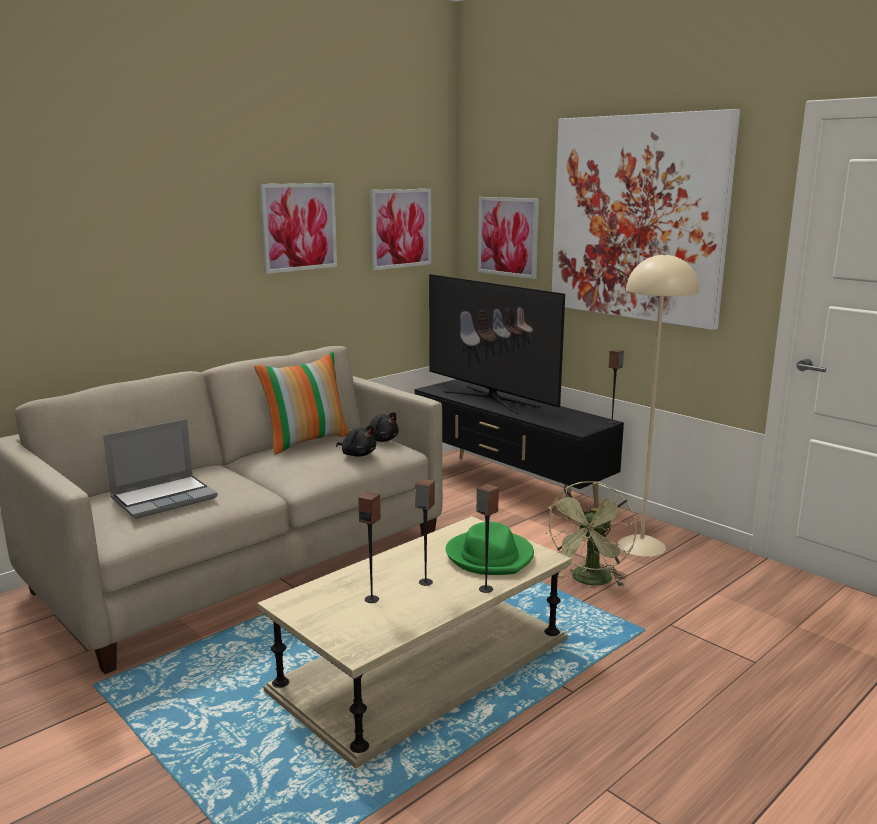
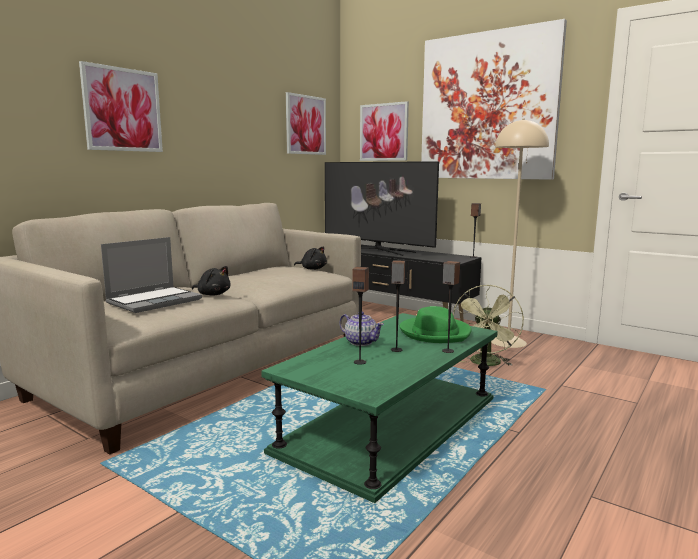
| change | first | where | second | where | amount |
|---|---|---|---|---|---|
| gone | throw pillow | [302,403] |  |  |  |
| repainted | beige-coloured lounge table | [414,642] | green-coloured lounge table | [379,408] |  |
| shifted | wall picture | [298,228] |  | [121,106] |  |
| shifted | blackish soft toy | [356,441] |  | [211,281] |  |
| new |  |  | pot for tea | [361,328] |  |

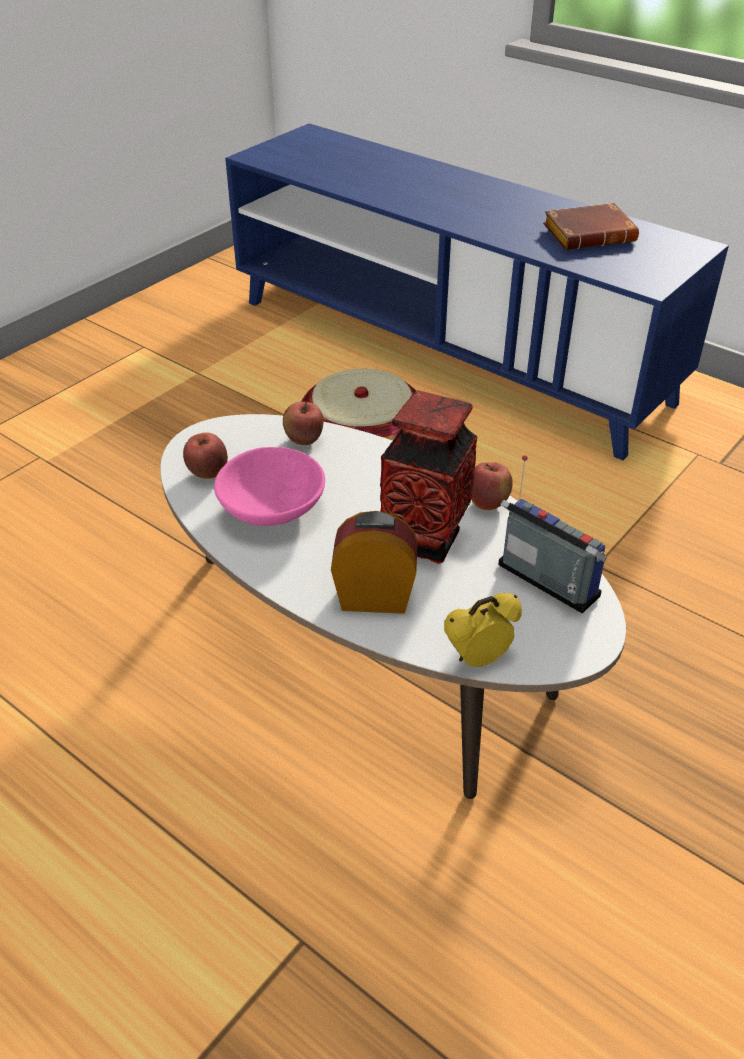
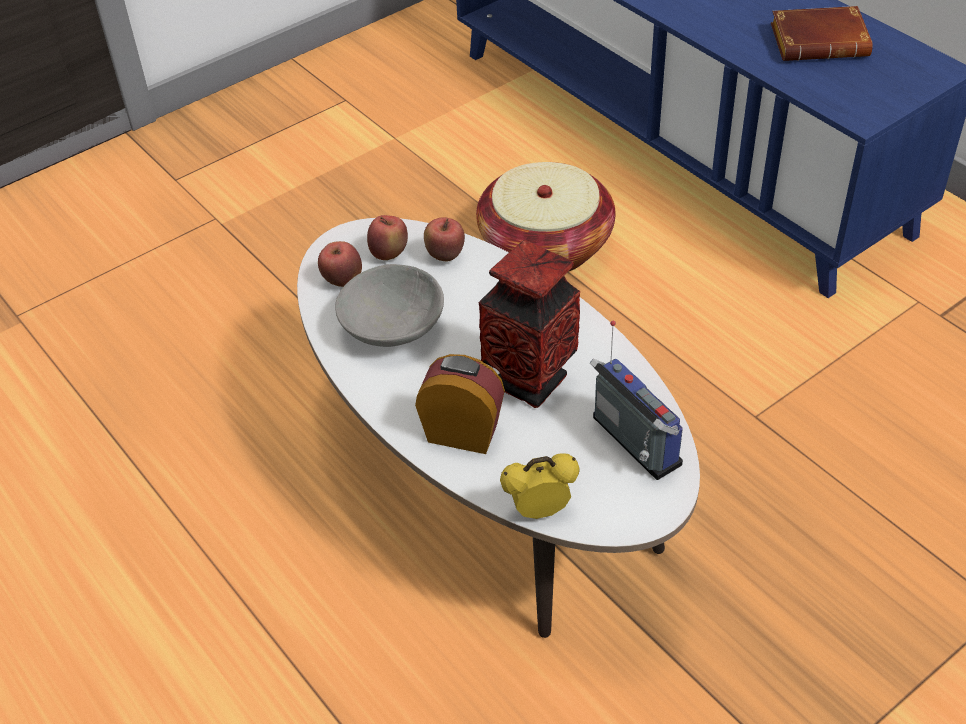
| change | first | where | second | where | amount |
|---|---|---|---|---|---|
| repainted | pink deep dish | [269,486] | greyish deep dish | [389,305] |  |
| shifted | whole apple | [492,486] |  | [387,237] |  |

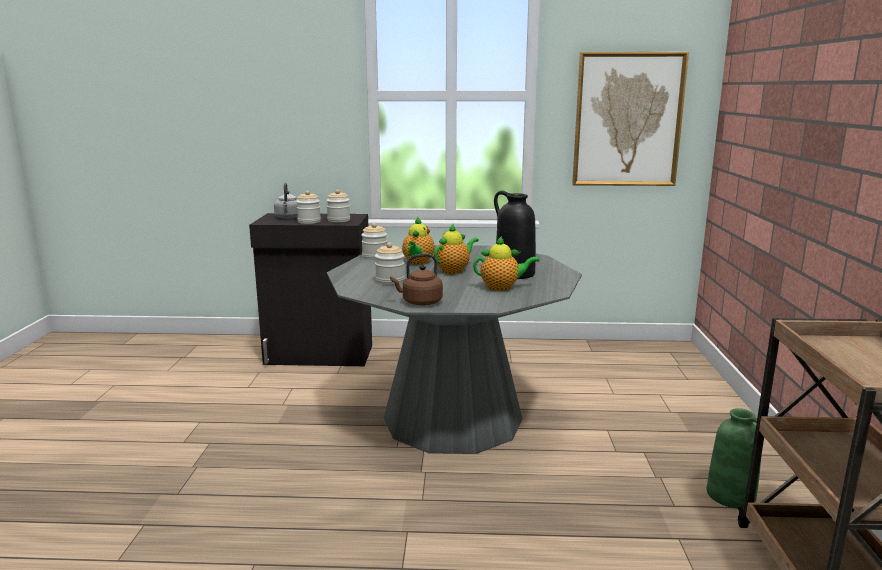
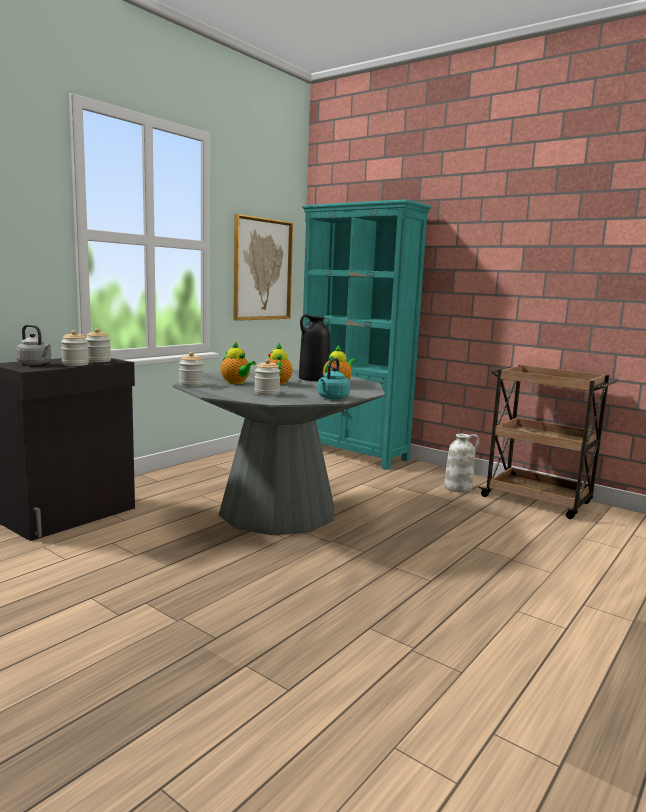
| change | first | where | second | where | amount |
|---|---|---|---|---|---|
| repainted | brownish kettle | [416,280] | turquoise-coloured kettle | [334,379] |  |
| repainted | green-coloured decorative vase | [734,458] | white decorative vase | [462,463] |  |
| new |  |  | turquoise-coloured shelving unit | [366,334] |  |

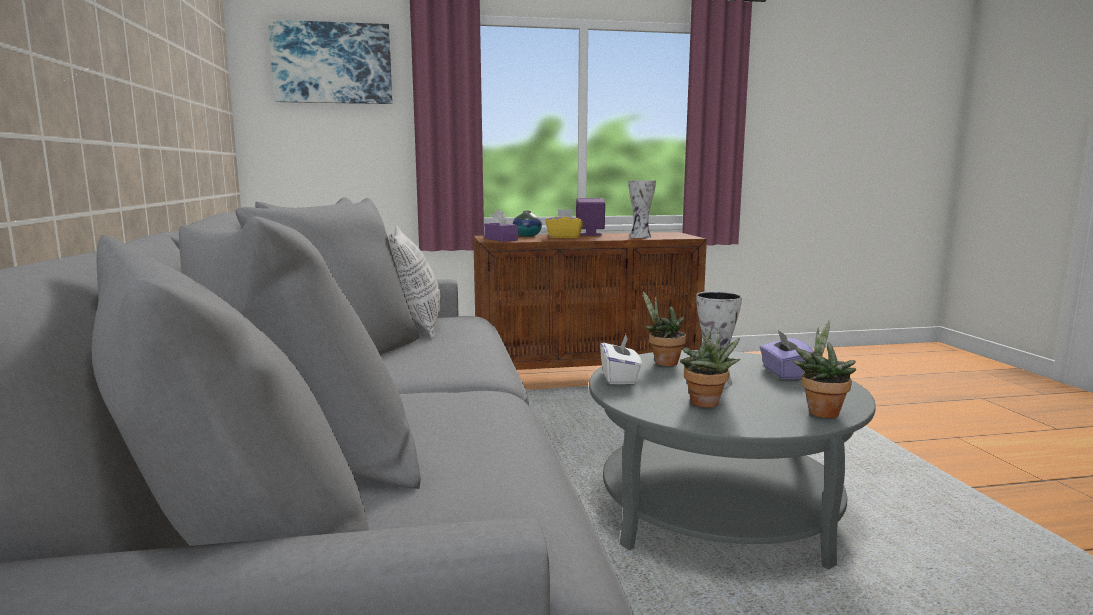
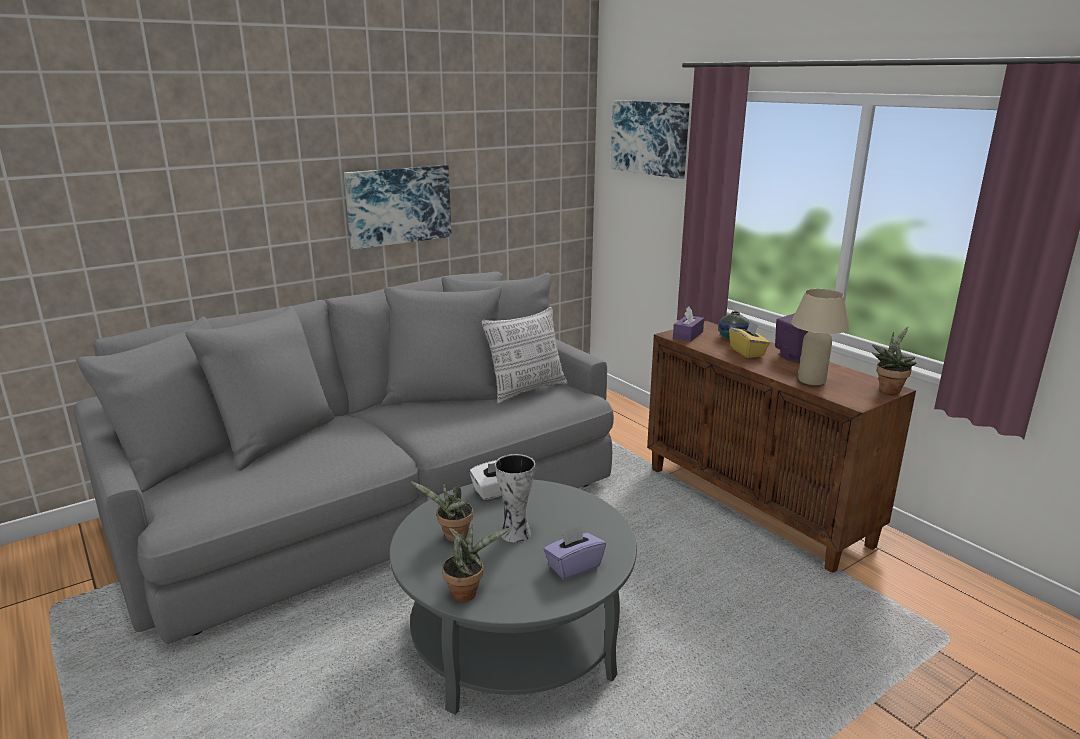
| change | first | where | second | where | amount |
|---|---|---|---|---|---|
| swapped | decorative vase | [642,209] | beige-coloured tabletop lamp | [820,337] |  |
| shifted | plant in a pot | [664,328] |  | [894,360] |  |
| new |  |  | wall picture | [398,207] |  |

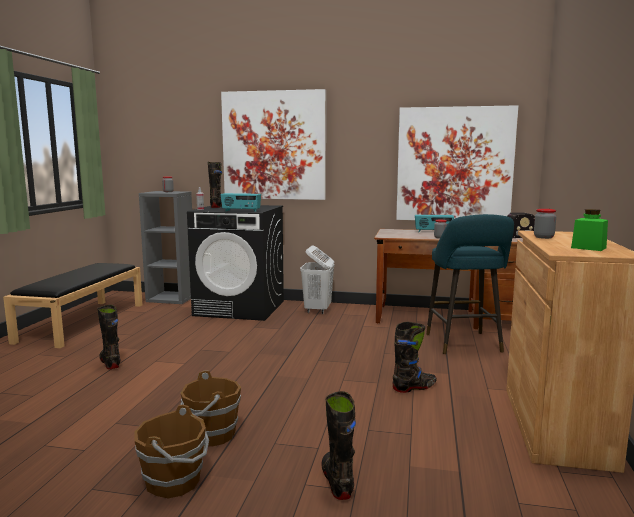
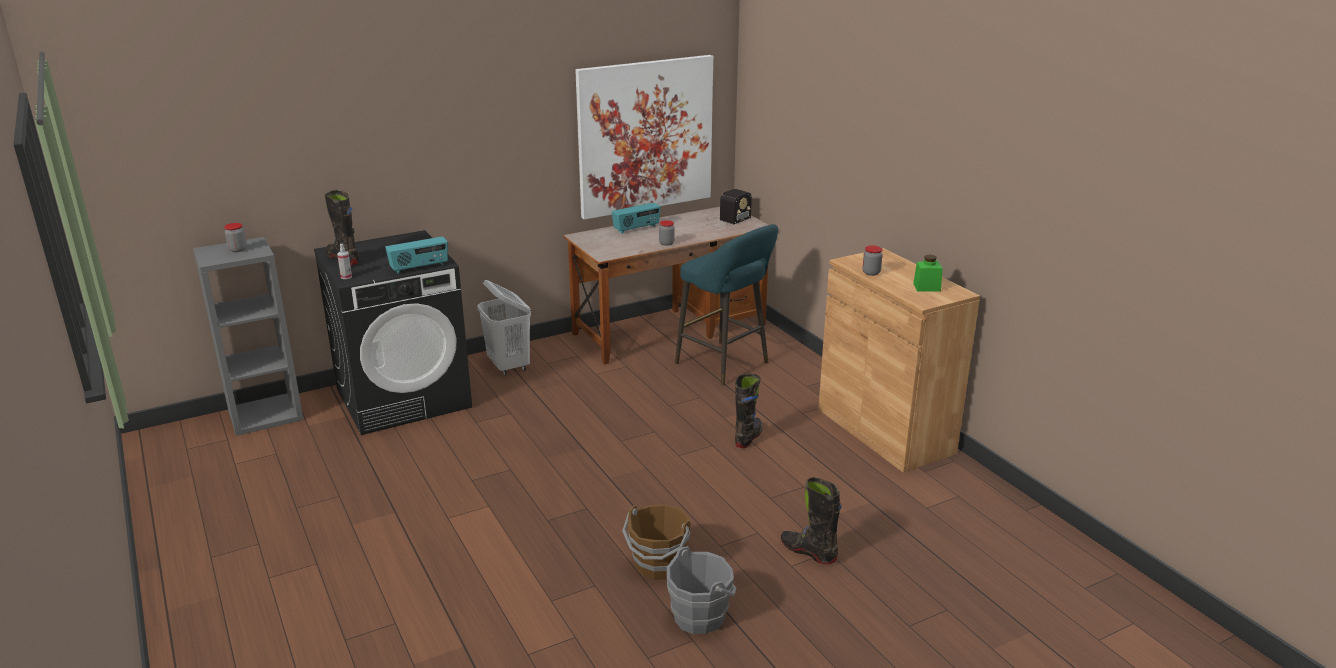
| change | first | where | second | where | amount |
|---|---|---|---|---|---|
| gone | blackish bench | [73,305] |  |  |  |
| gone | blackish boot | [108,337] |  |  |  |
| repainted | brownish water bucket | [171,452] | greyish water bucket | [701,590] |  |
| gone | wall picture | [273,144] |  |  |  |

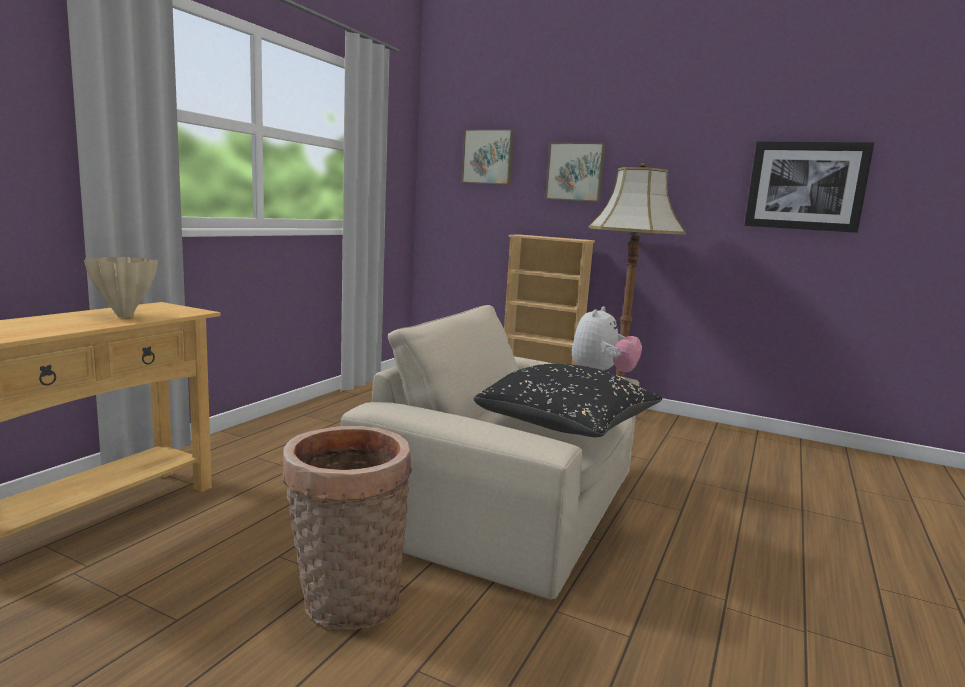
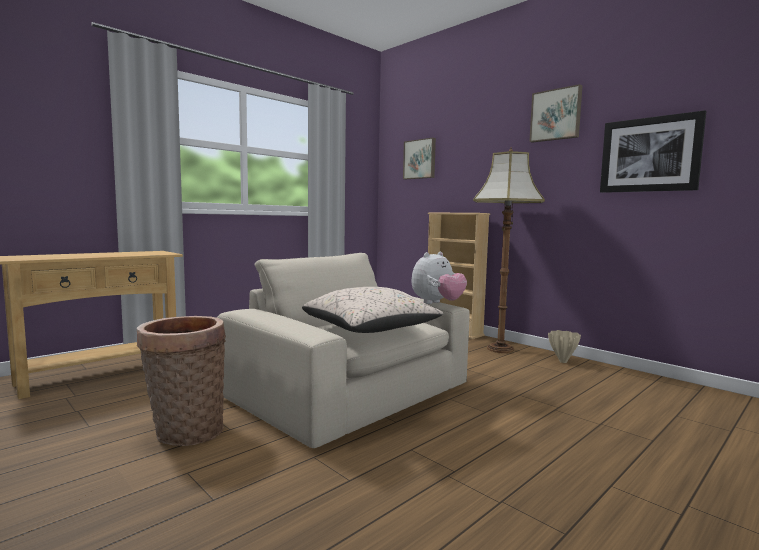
| change | first | where | second | where | amount |
|---|---|---|---|---|---|
| shifted | beige-coloured decorative vase | [121,287] |  | [564,346] |  |
| repainted | blackish throw pillow | [568,400] | beige-coloured throw pillow | [372,310] |  |
| shifted | wall picture | [575,172] |  | [555,113] |  |

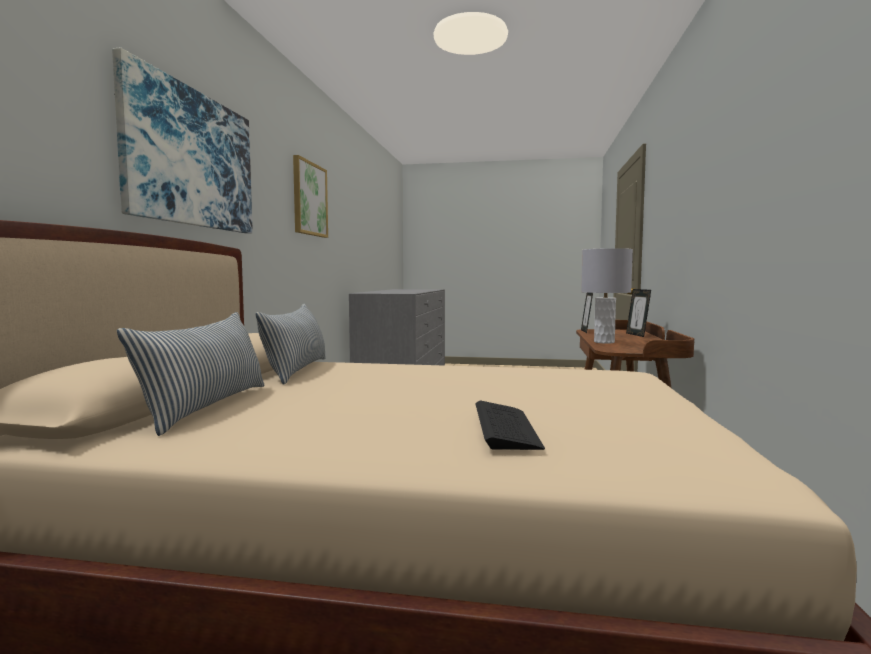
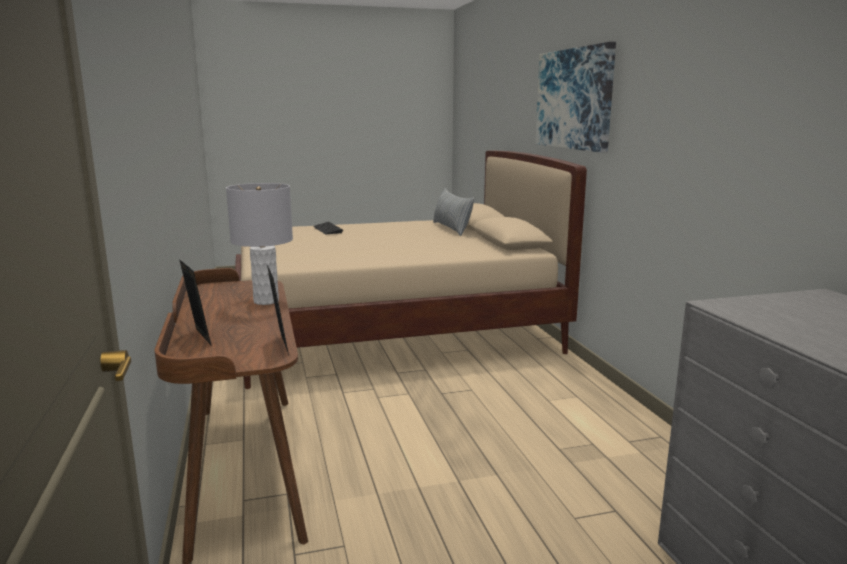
| change | first | where | second | where | amount |
|---|---|---|---|---|---|
| gone | throw pillow | [290,344] |  |  |  |
| gone | wall picture | [310,196] |  |  |  |

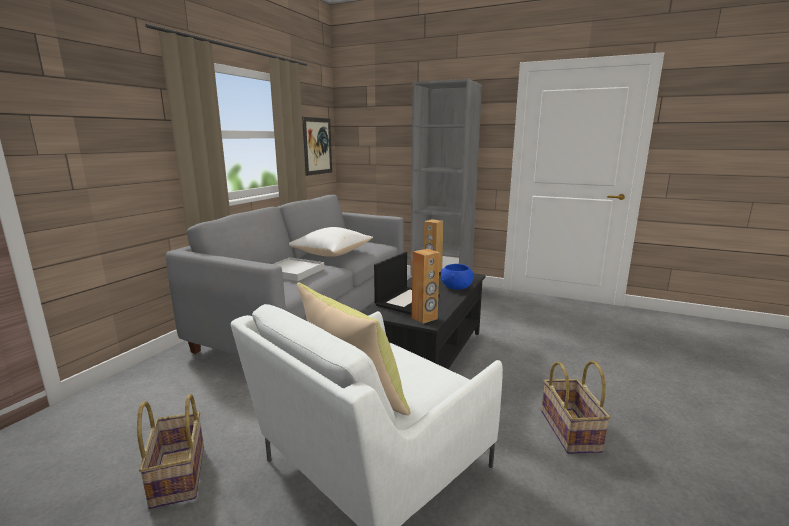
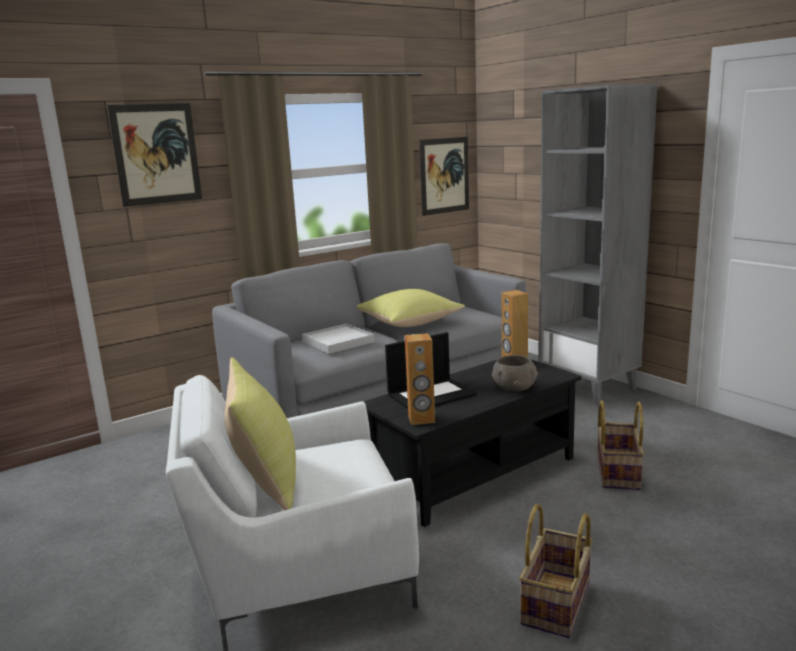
| change | first | where | second | where | amount |
|---|---|---|---|---|---|
| shifted | storage basket | [170,451] |  | [621,445] |  |
| repainted | white throw pillow | [331,242] | yellowish throw pillow | [411,308] |  |
| repainted | blue-coloured deep dish | [457,277] | greyish deep dish | [515,373] |  |
| new |  |  | wall picture | [154,155] |  |

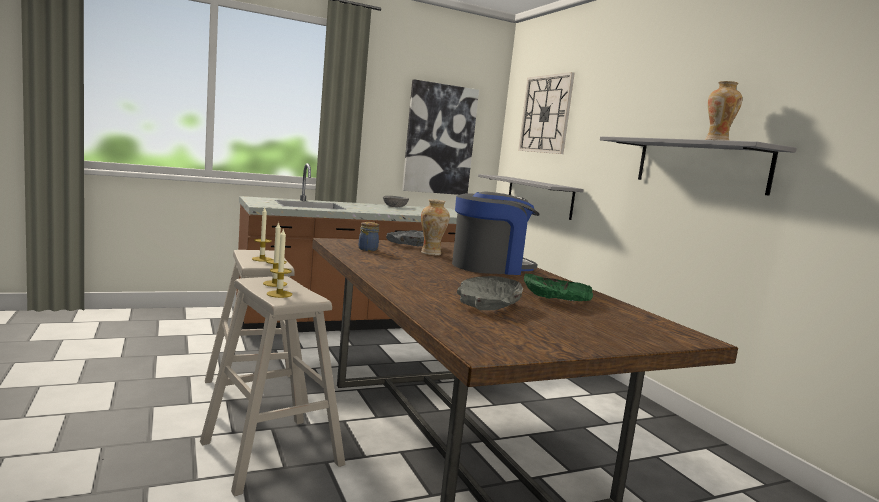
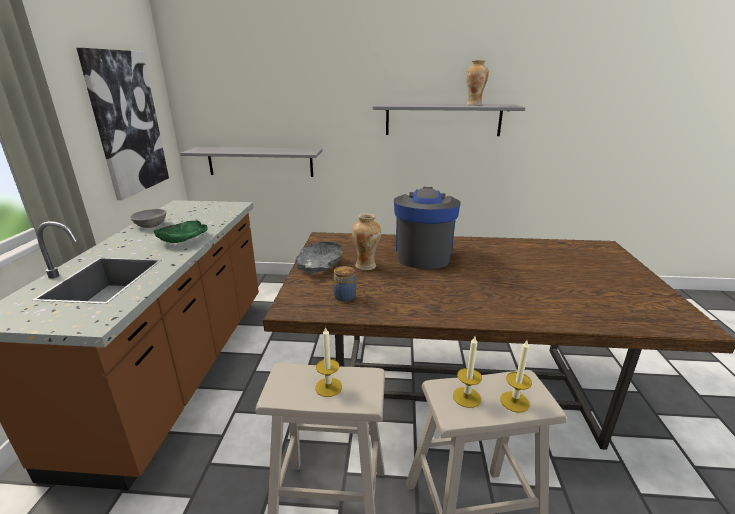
| change | first | where | second | where | amount |
|---|---|---|---|---|---|
| gone | greyish deep dish | [490,293] |  |  |  |
| gone | clock on the wall | [546,113] |  |  |  |
| shifted | green-coloured deep dish | [558,287] |  | [181,232] |  |

